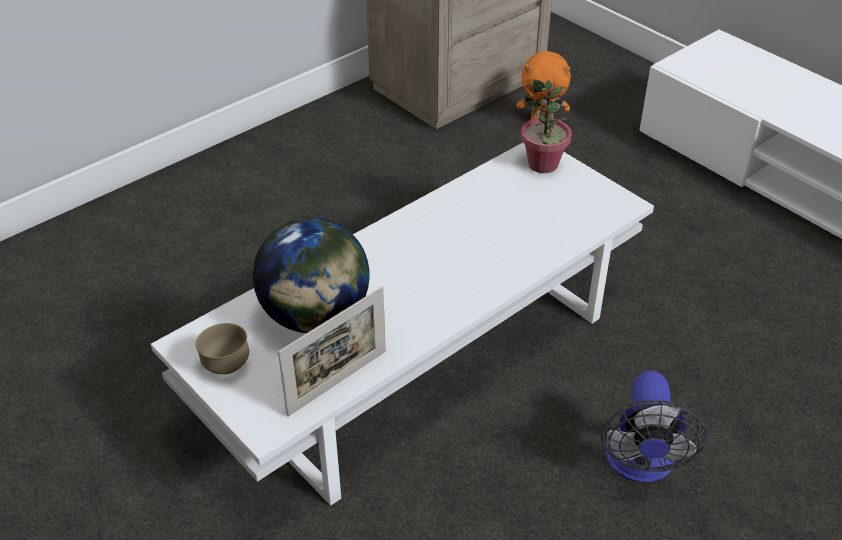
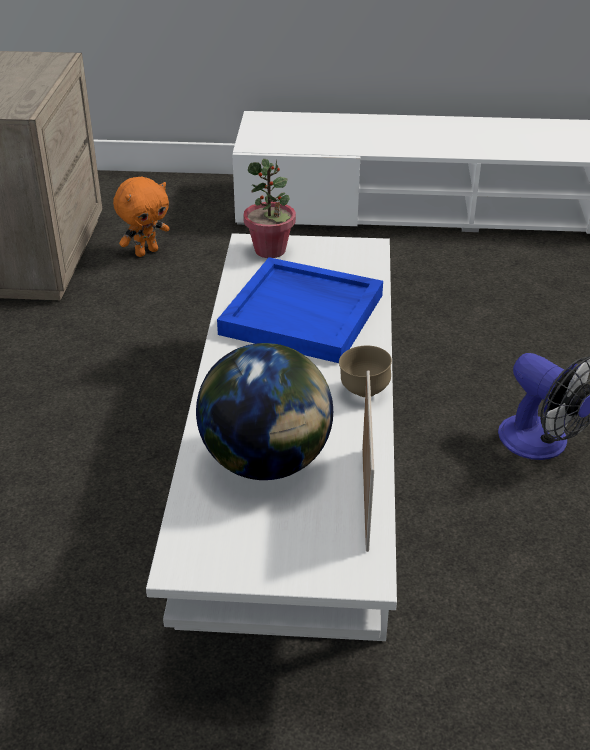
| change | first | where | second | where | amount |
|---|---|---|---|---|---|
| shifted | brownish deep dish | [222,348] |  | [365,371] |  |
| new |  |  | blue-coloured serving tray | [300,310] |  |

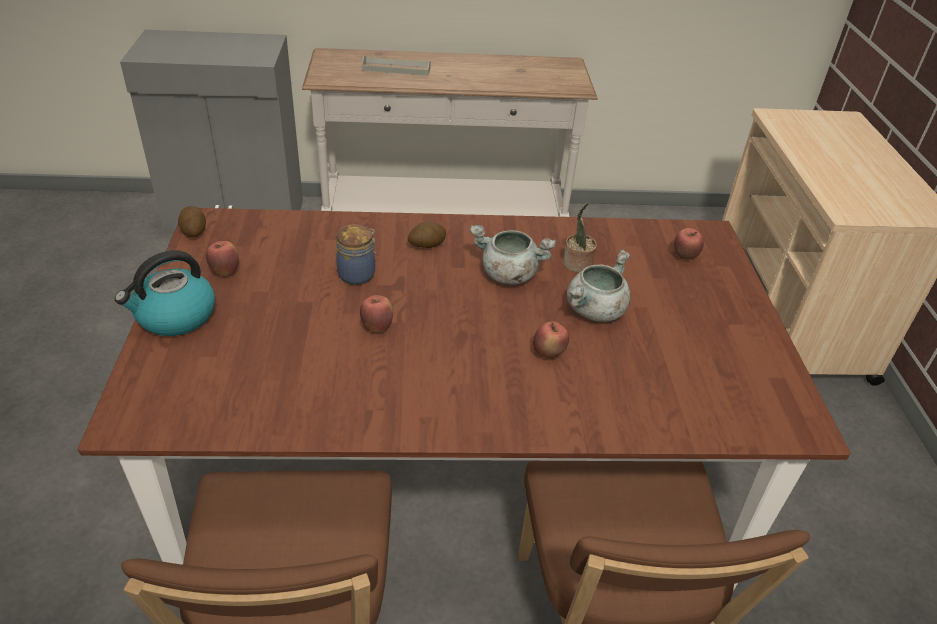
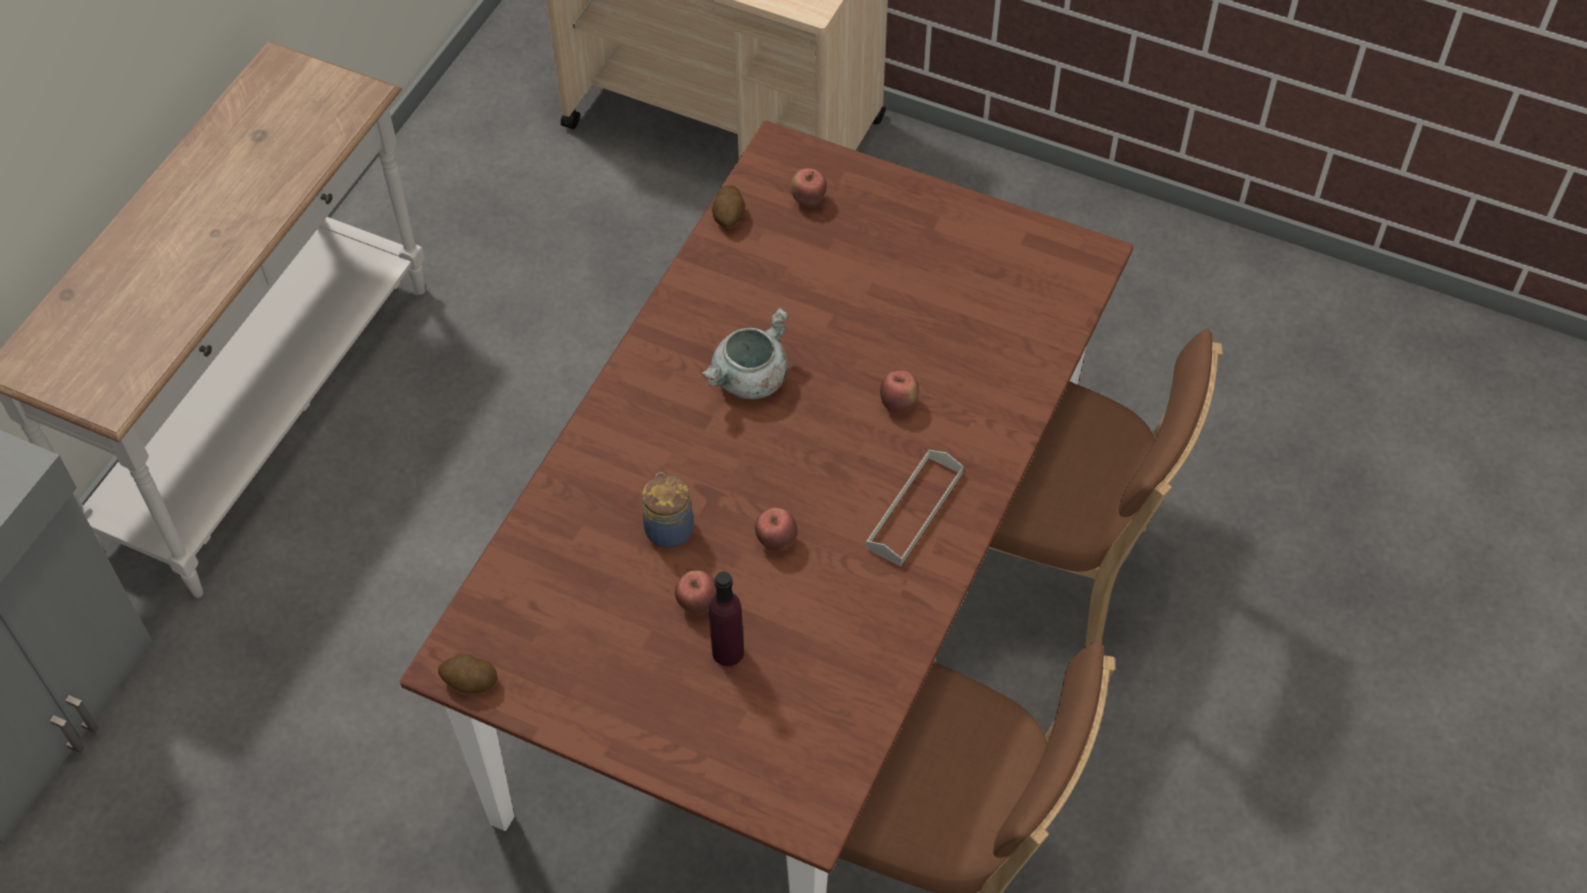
| change | first | where | second | where | amount |
|---|---|---|---|---|---|
| gone | kettle | [165,293] |  |  |  |
| shifted | whole apple | [222,258] |  | [696,592] |  |
| shifted | greyish serving tray | [396,65] |  | [914,508] |  |
| shifted | spud | [427,235] |  | [728,206] |  |
| gone | plant in a pot | [580,237] |  |  |  |
| gone | greyish cooking pot | [598,286] |  |  |  |
| new |  |  | purplish bottle | [726,618] |  |

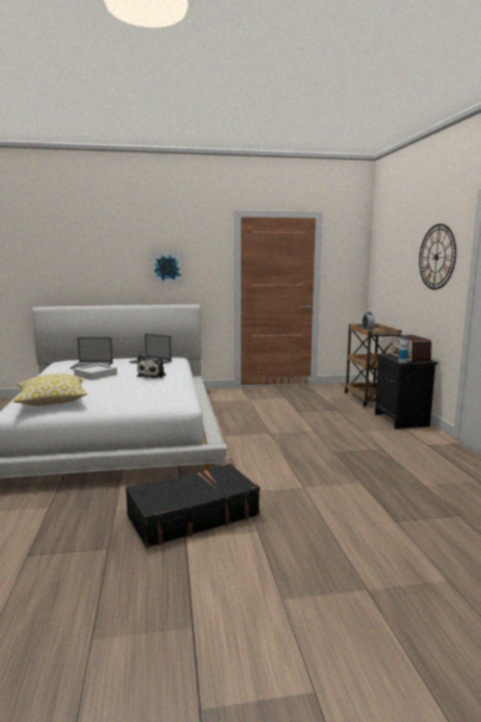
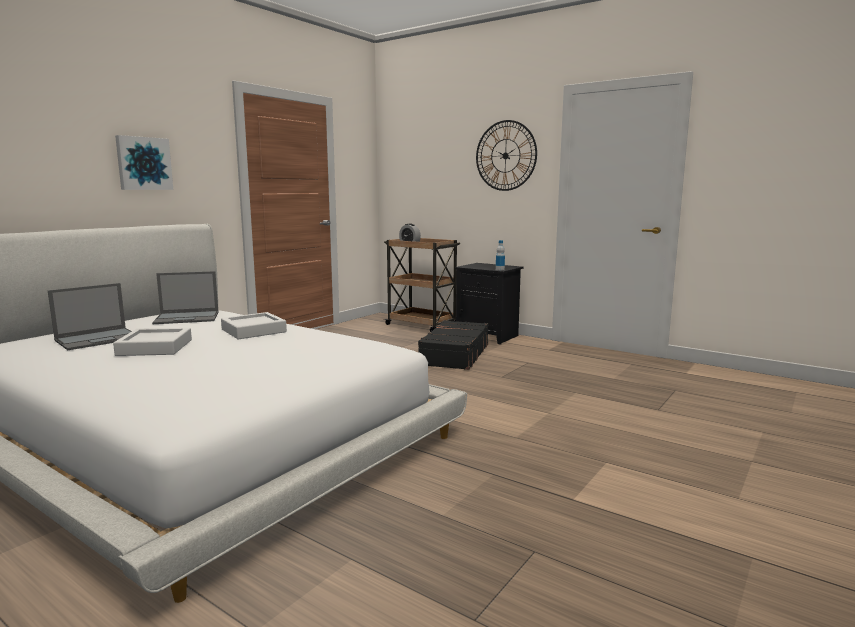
| change | first | where | second | where | amount |
|---|---|---|---|---|---|
| gone | throw pillow | [50,390] |  |  |  |
| shifted | blackish piece of luggage | [193,506] |  | [453,345] |  |
| swapped | soft toy | [151,366] | greyish serving tray | [254,325] |  |
| gone | radio receiver | [411,348] |  |  |  |

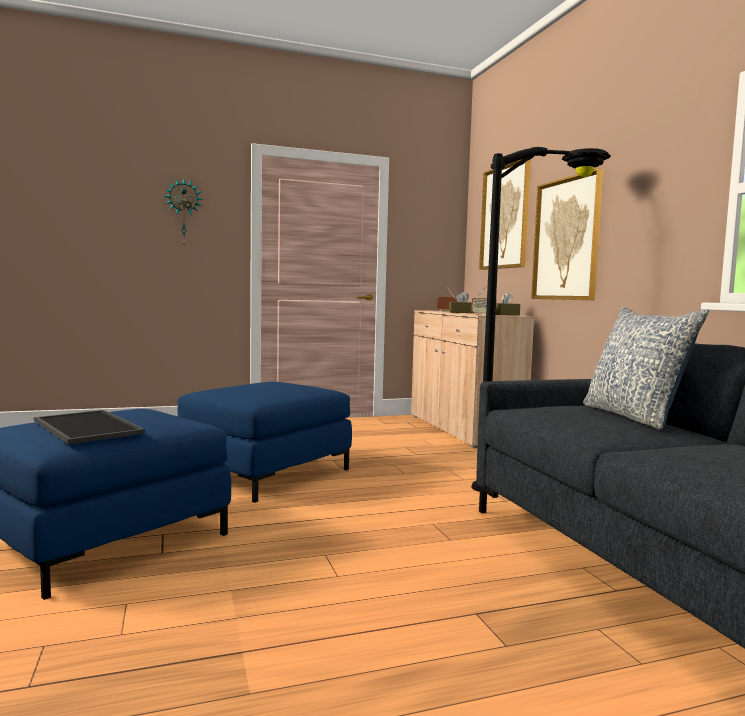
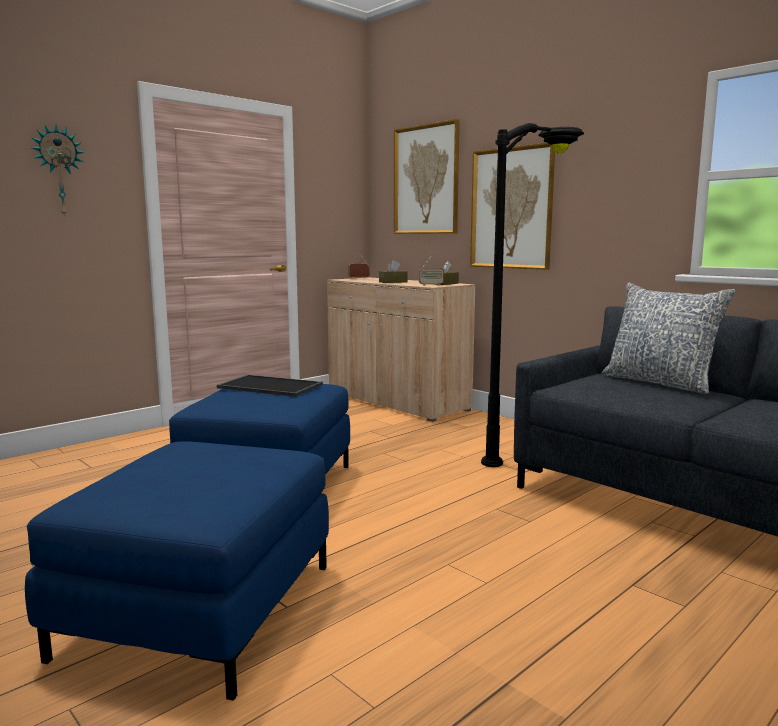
| change | first | where | second | where | amount |
|---|---|---|---|---|---|
| shifted | serving tray | [89,427] |  | [270,386] |  |

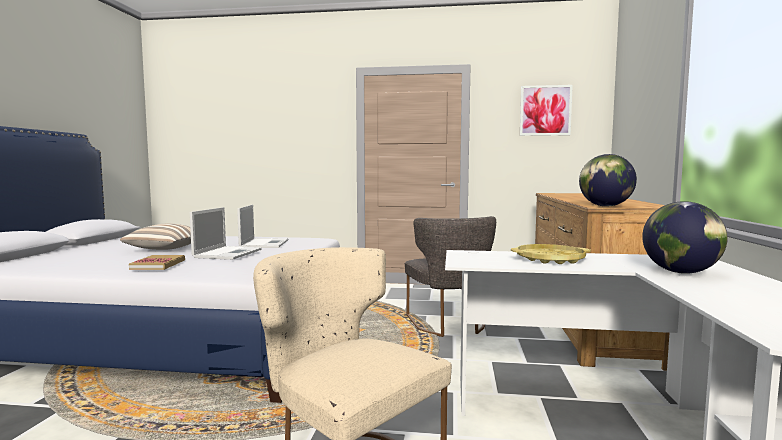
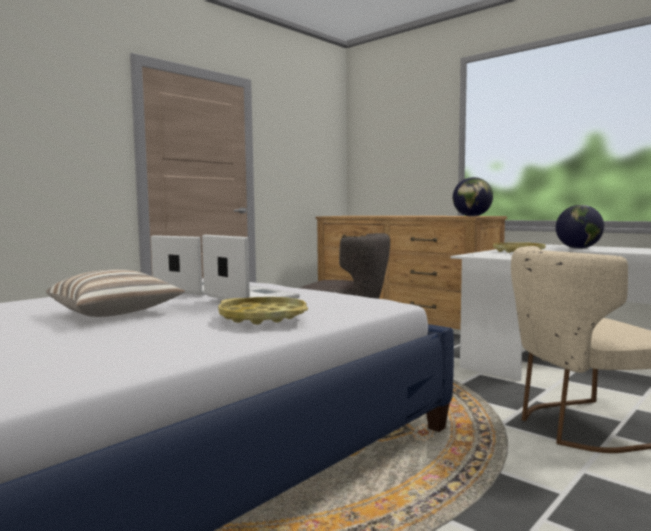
| change | first | where | second | where | amount |
|---|---|---|---|---|---|
| swapped | bound book | [157,262] | yellowish serving tray | [263,311] |  |
| gone | wall picture | [546,110] |  |  |  |

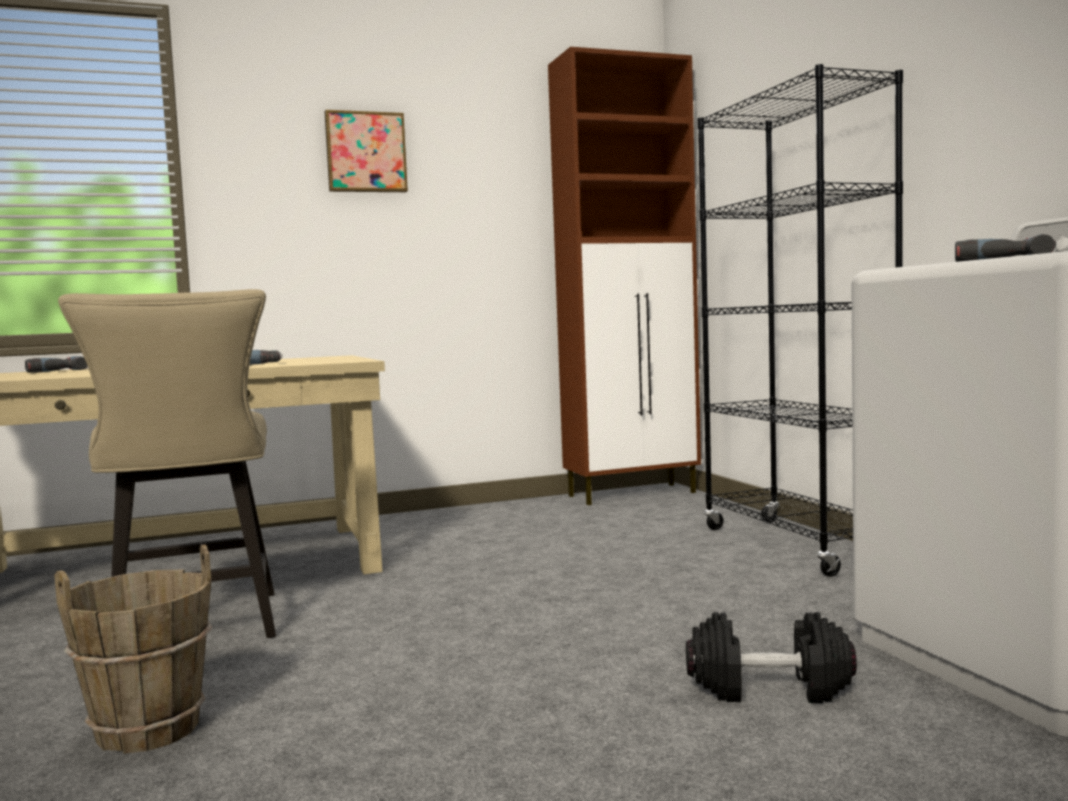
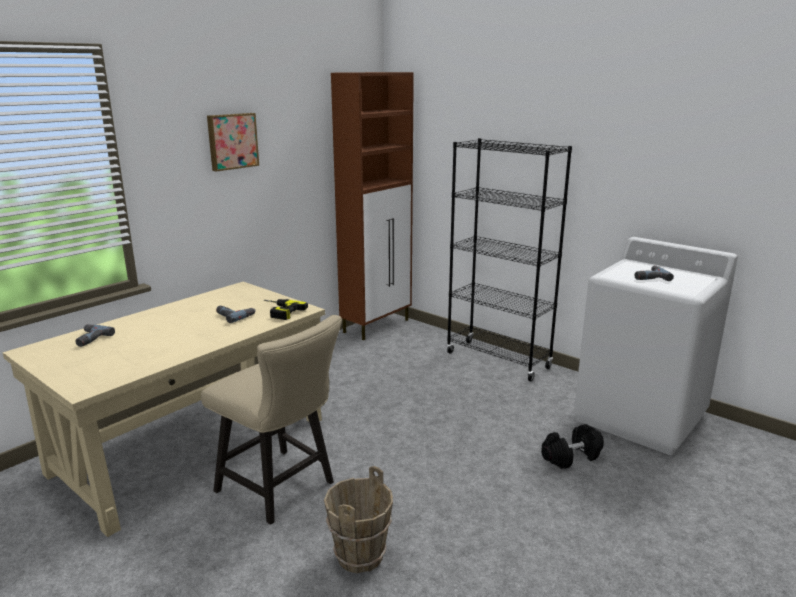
| change | first | where | second | where | amount |
|---|---|---|---|---|---|
| new |  |  | drill | [286,309] |  |

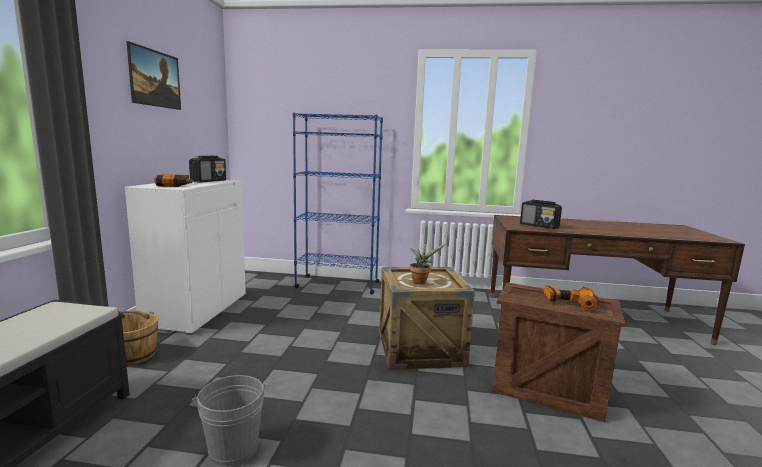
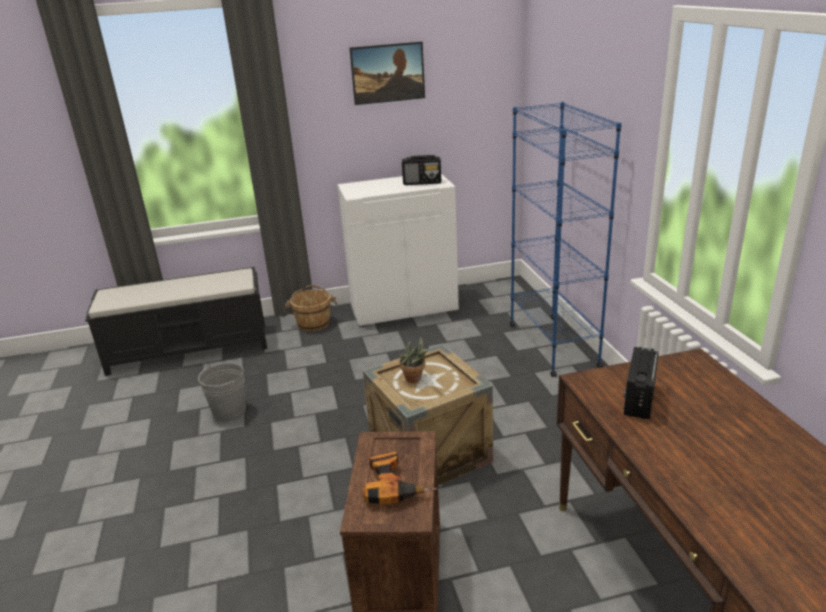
| change | first | where | second | where | amount |
|---|---|---|---|---|---|
| gone | drill | [177,180] |  |  |  |

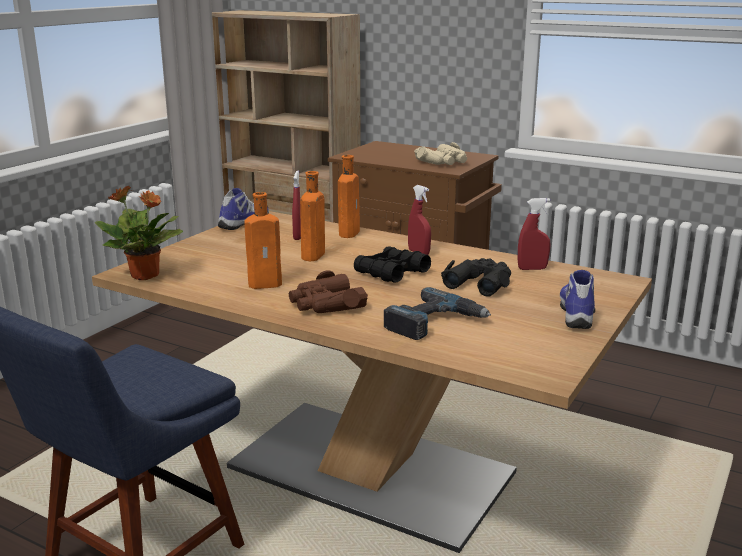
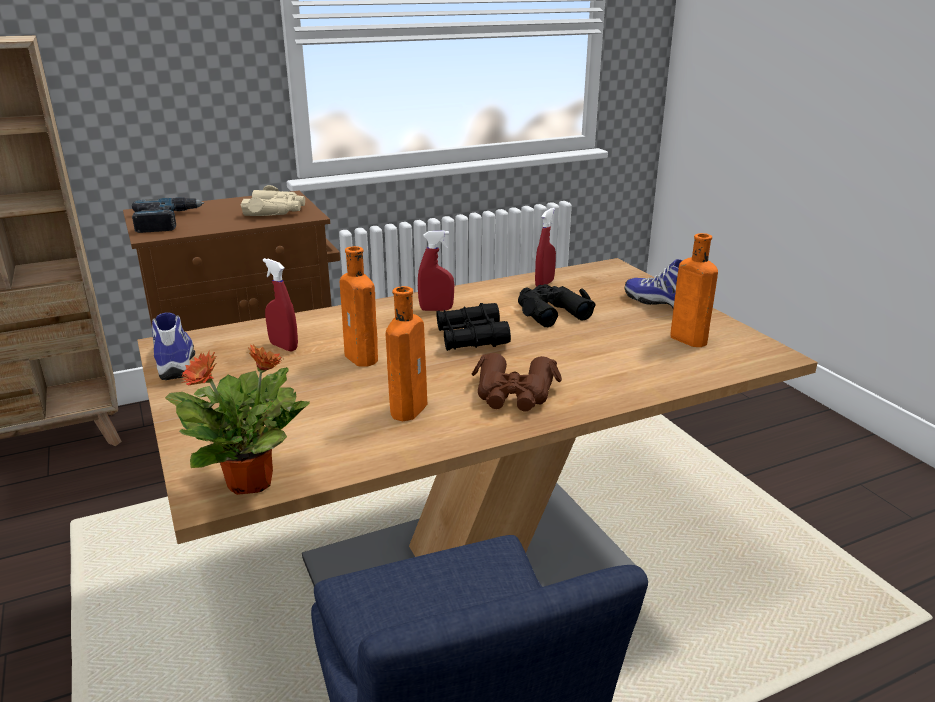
| change | first | where | second | where | amount |
|---|---|---|---|---|---|
| shifted | orange bottle | [349,196] |  | [694,290] |  |
| shifted | drill | [437,313] |  | [168,215] |  |

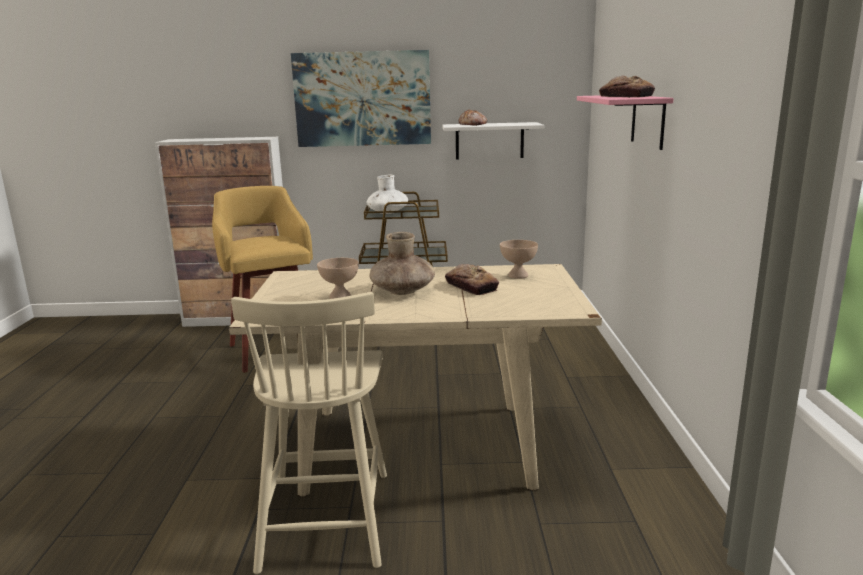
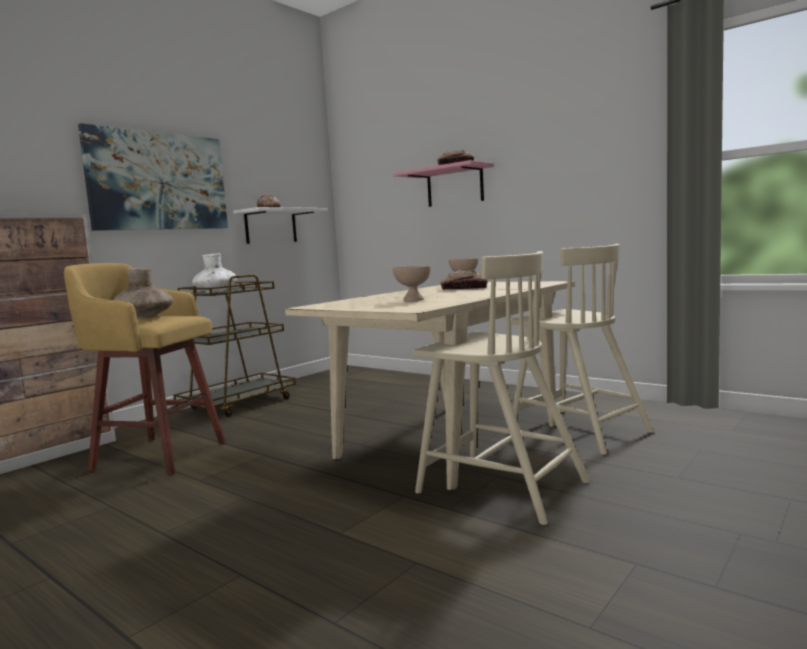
| change | first | where | second | where | amount |
|---|---|---|---|---|---|
| shifted | brownish decorative vase | [402,263] |  | [143,293] |  |
| new |  |  | beige-coloured chair | [582,349] |  |

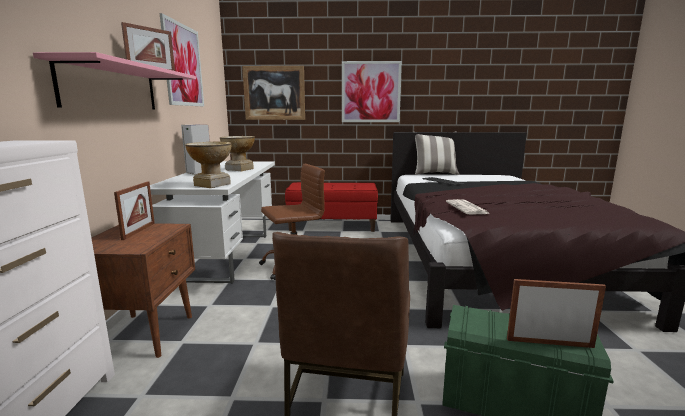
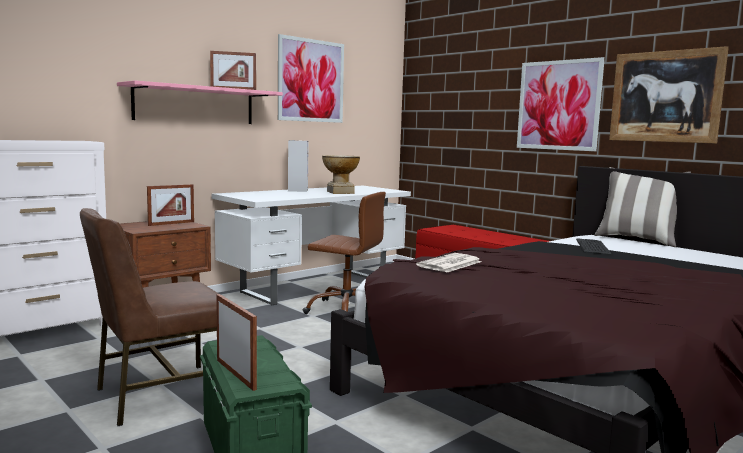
| change | first | where | second | where | amount |
|---|---|---|---|---|---|
| gone | decorative vase | [208,165] |  |  |  |
| shifted | wall picture | [273,93] |  | [669,95] |  |

